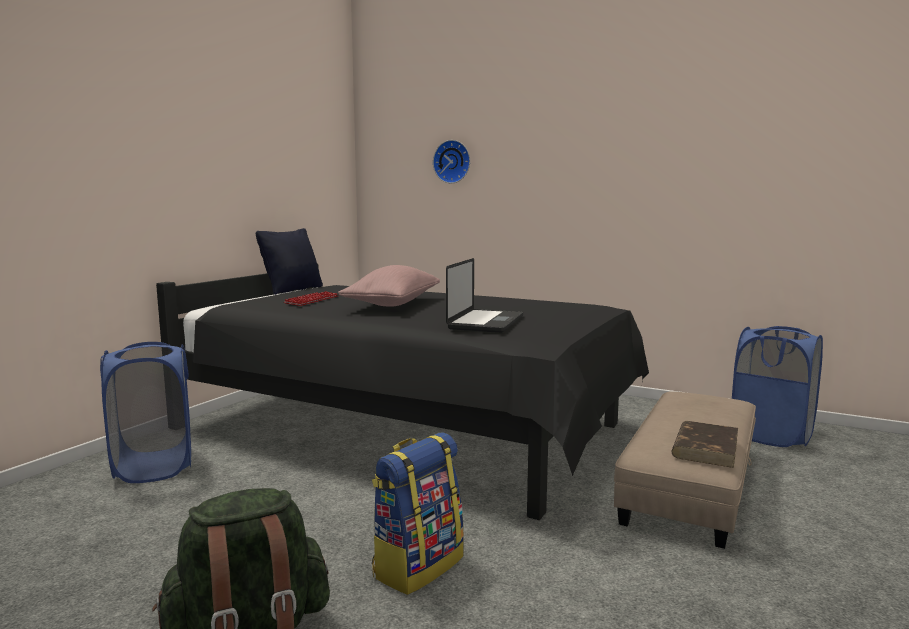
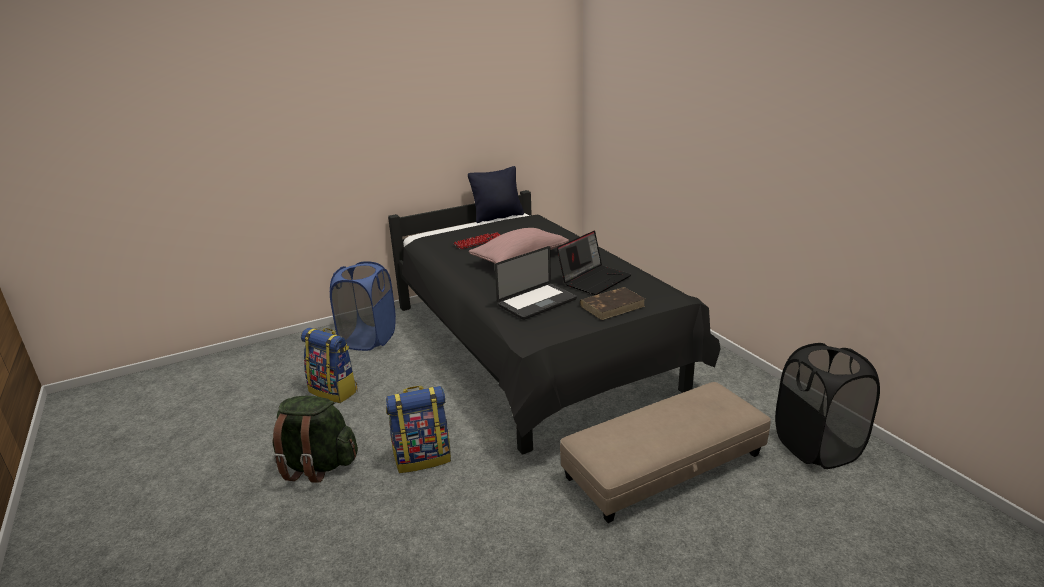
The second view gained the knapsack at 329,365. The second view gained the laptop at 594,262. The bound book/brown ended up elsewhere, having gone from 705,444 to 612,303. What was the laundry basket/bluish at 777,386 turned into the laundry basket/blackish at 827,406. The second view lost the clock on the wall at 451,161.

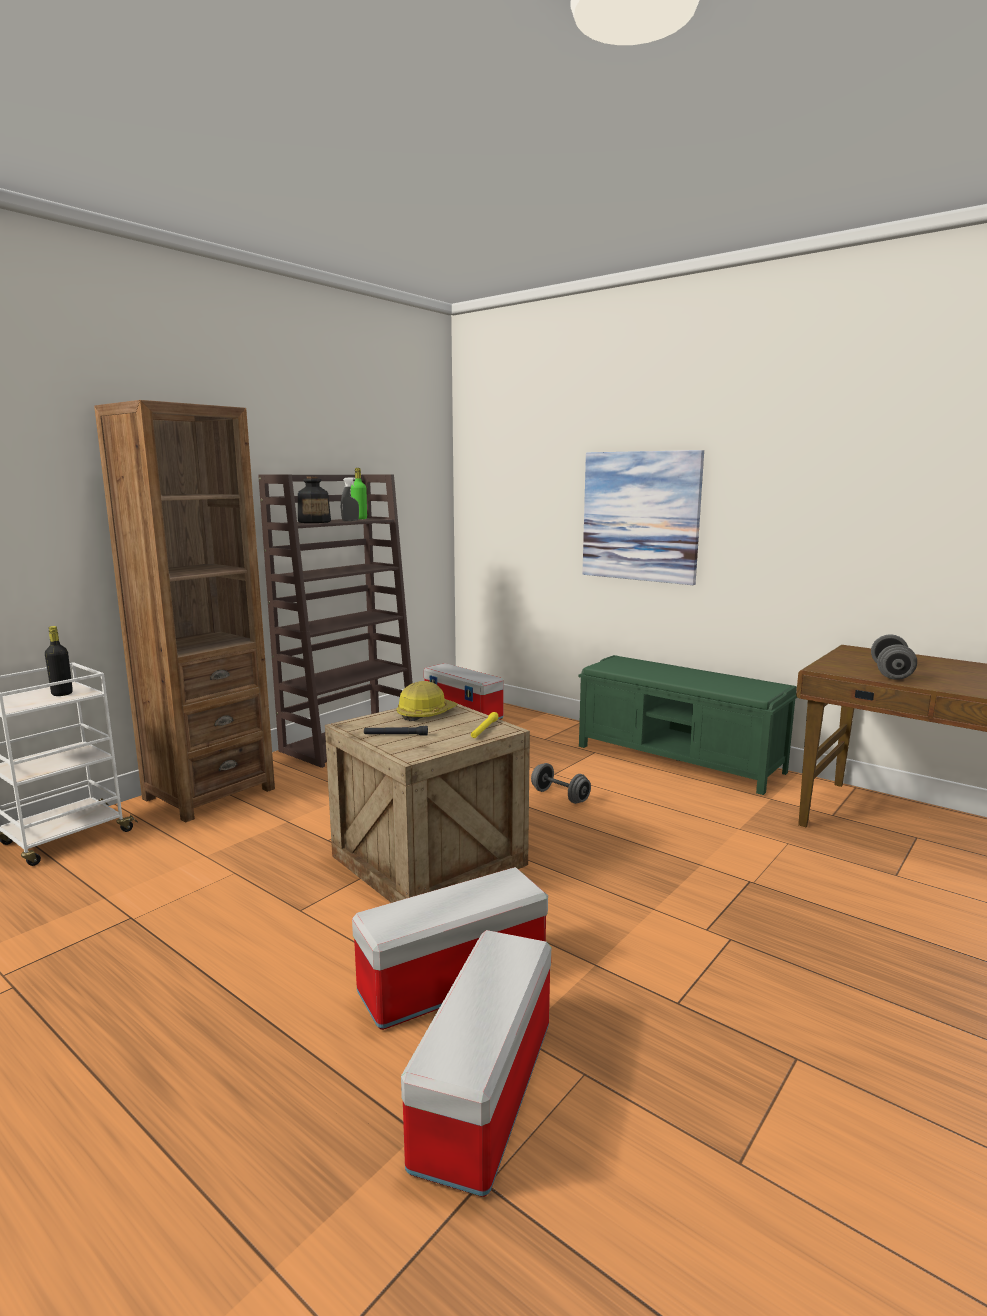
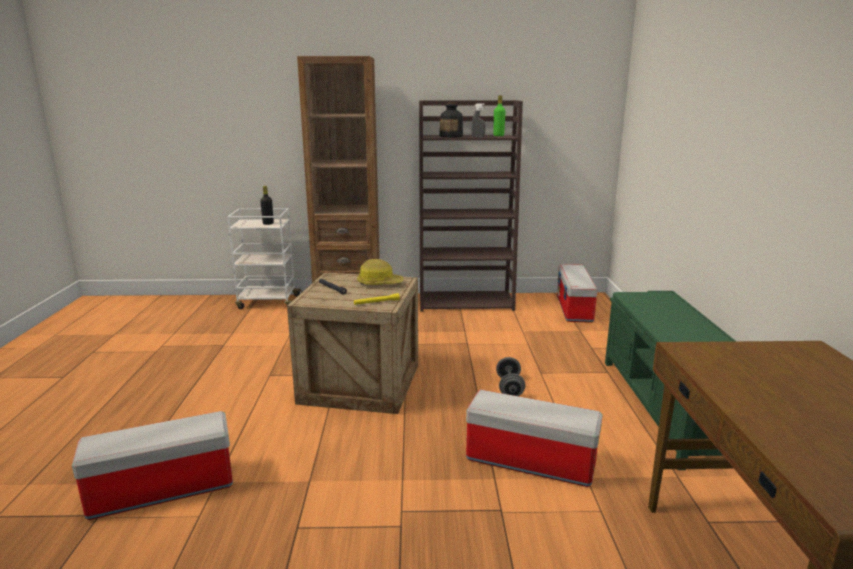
The storage bin ended up elsewhere, having gone from 450,948 to 534,438. The second view lost the picture at 643,517. The second view lost the hand weight/gray at 894,657.

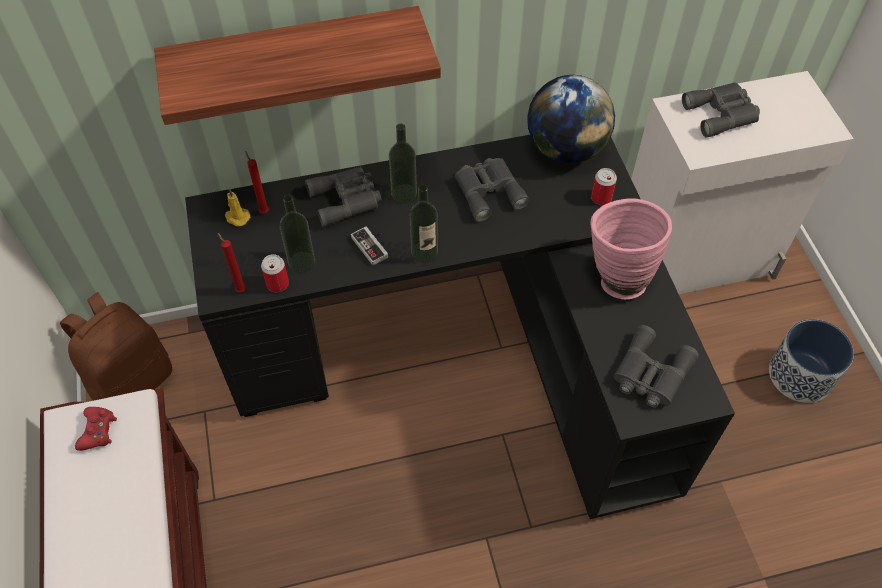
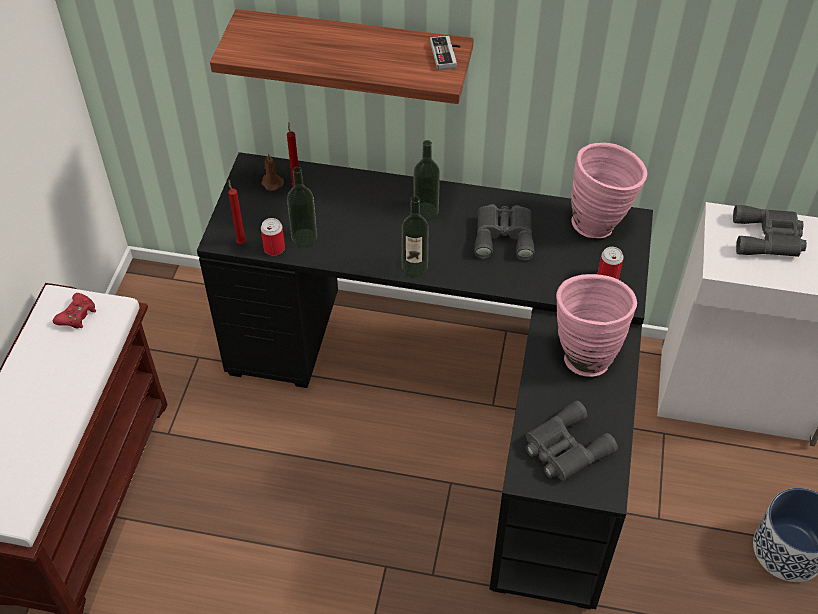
What was the wax candle/yellowish at 238,208 turned into the wax candle/brown at 272,172. The gamepad ended up elsewhere, having gone from 369,245 to 445,53. Where the globe stood at 571,119, the flower vase/pink came to stand at 609,190. The second view lost the knapsack/brown at 116,346. The second view lost the binoculars/gray at 343,196.

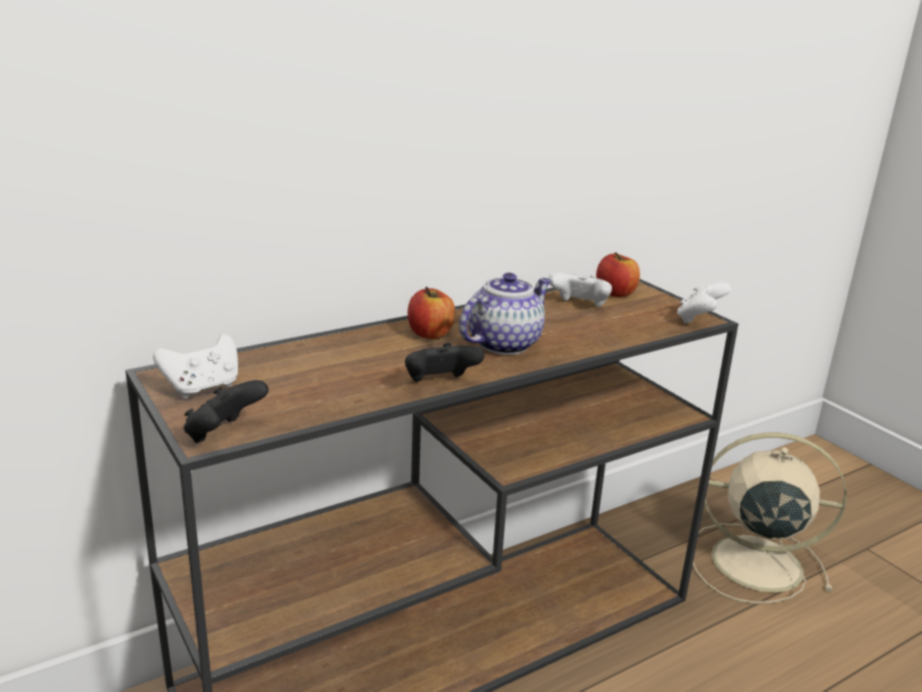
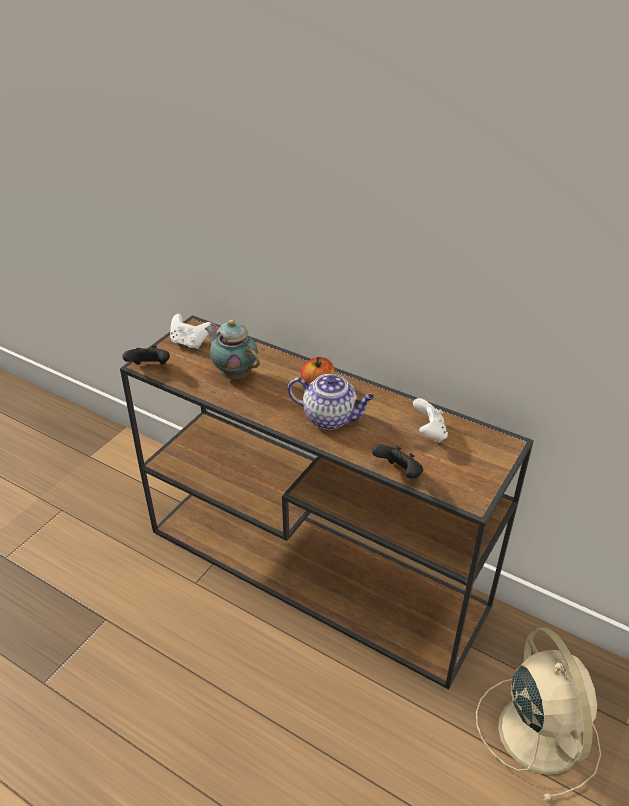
The second view gained the tea pot at 232,349. The gamepad/blackish ended up elsewhere, having gone from 444,362 to 397,461. The second view lost the apple fruit at 618,274. The second view lost the gamepad/whitish at 704,303.

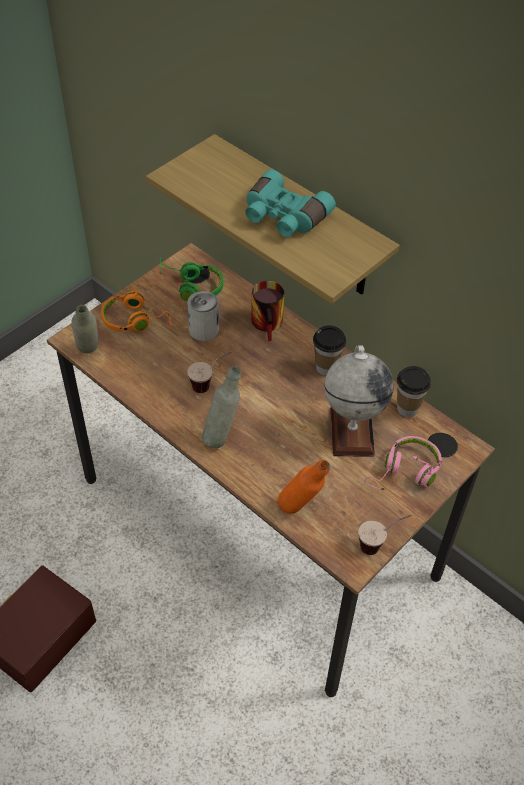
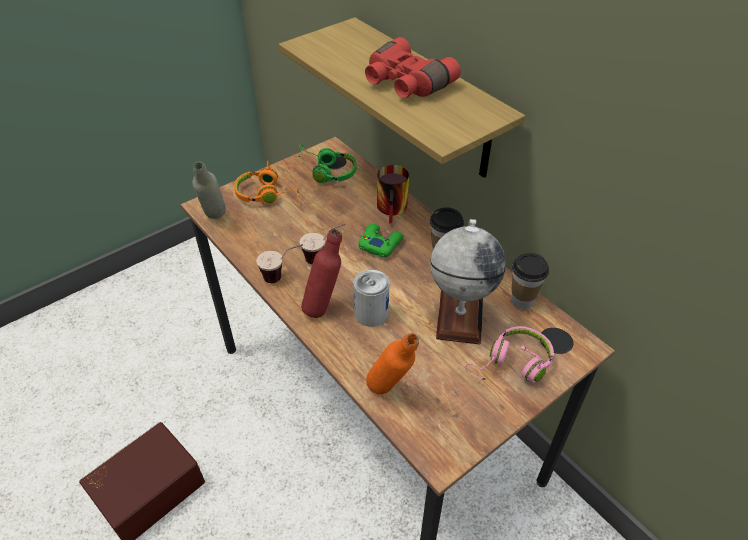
The cup ended up elsewhere, having gone from 385,535 to 279,263. What was the beverage bottle/gray at 221,407 turned into the beverage bottle/red-coloured at 321,273. The sealed can ended up elsewhere, having gone from 203,316 to 371,298. The second view gained the gamepad/green at 380,240. What was the binoculars/blue-green at 290,203 turned into the binoculars/red-coloured at 413,67.

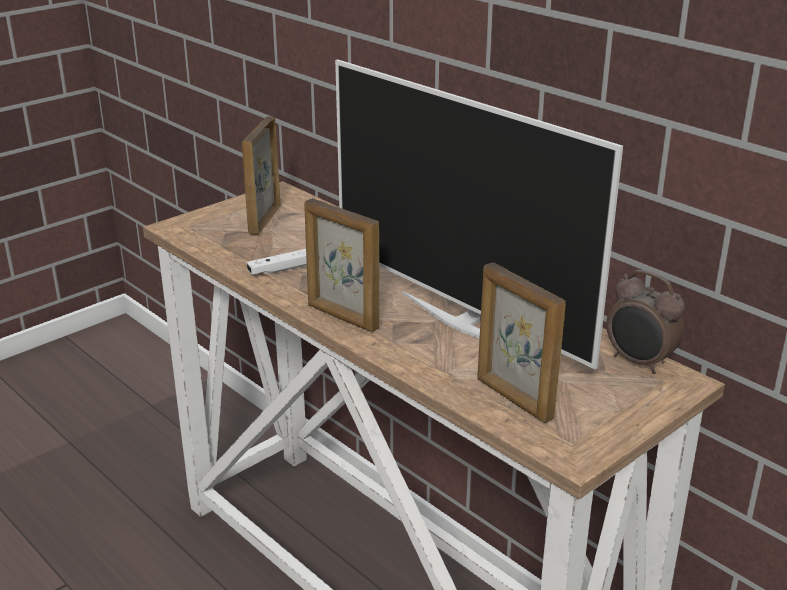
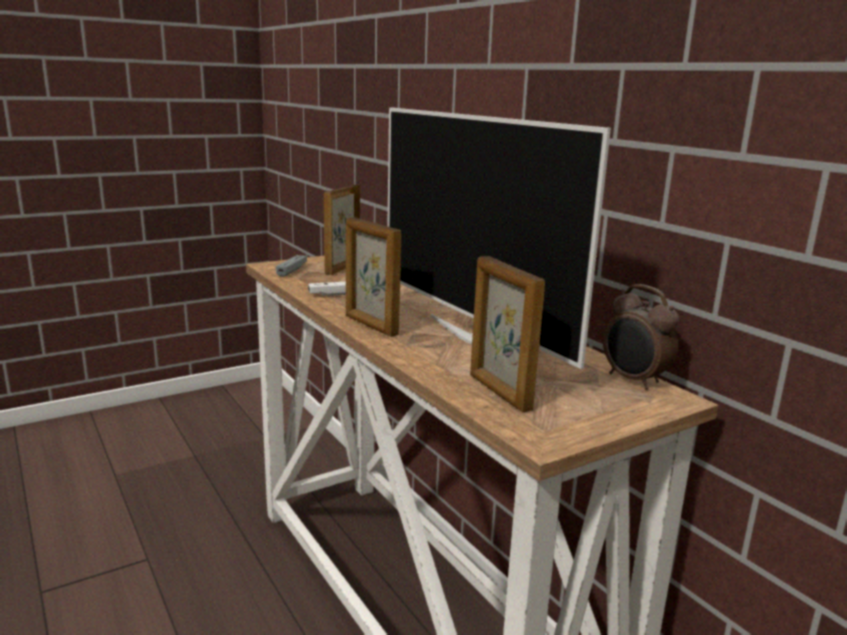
The second view gained the gamepad/gray at 291,266.

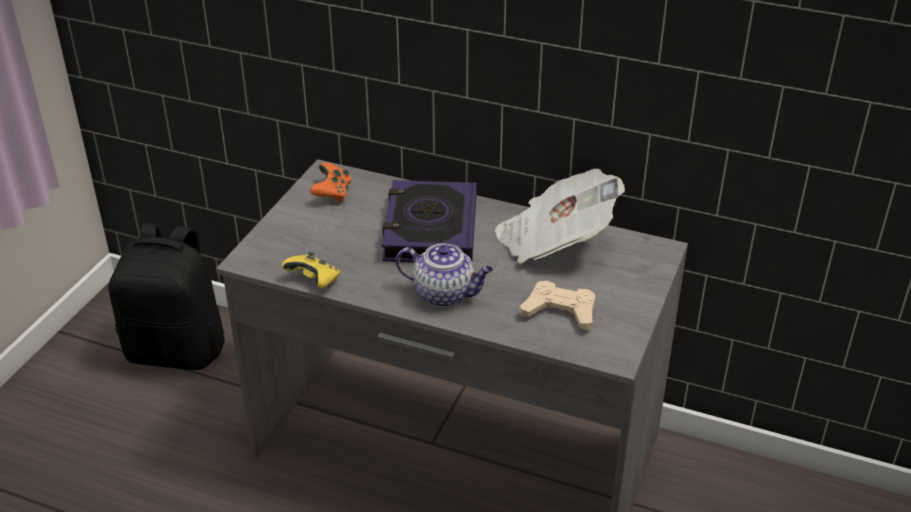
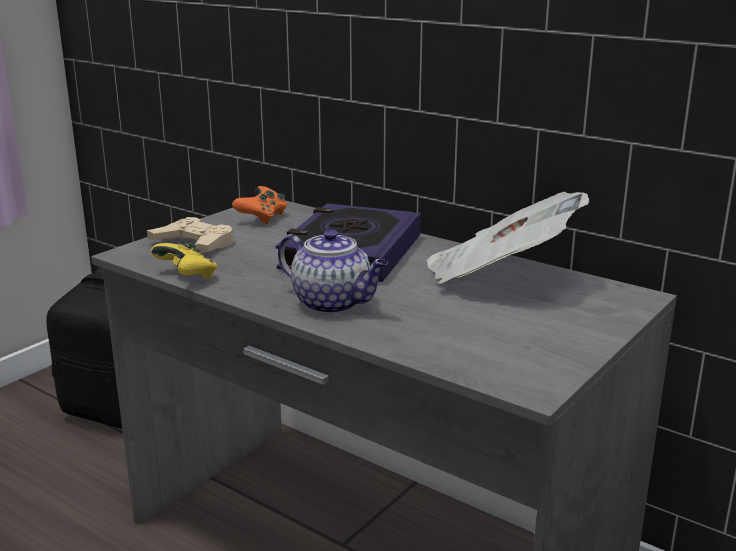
The gamepad/beige ended up elsewhere, having gone from 557,305 to 190,235.

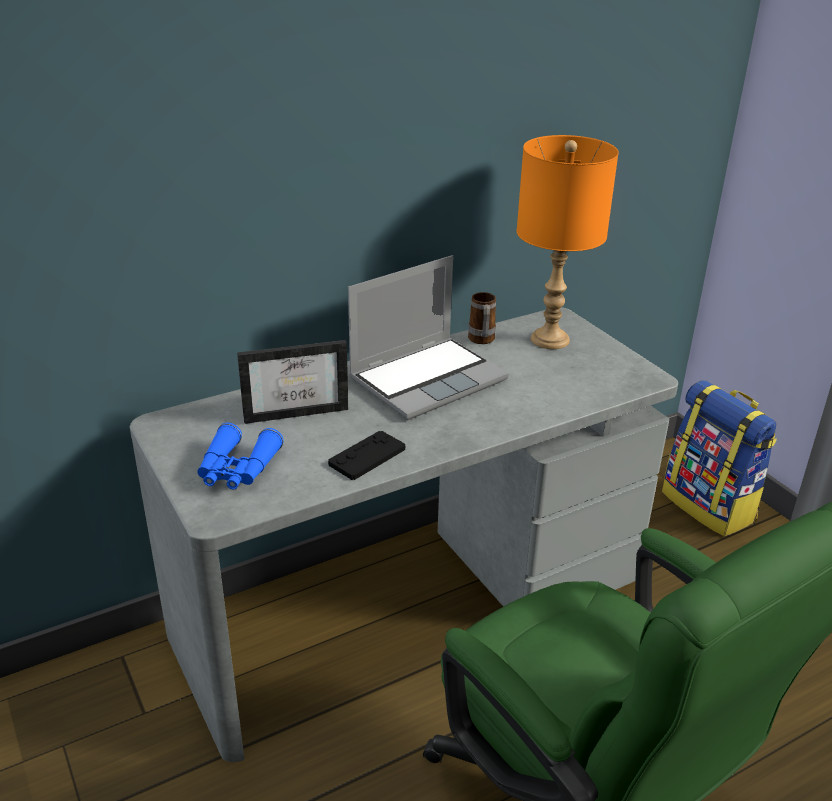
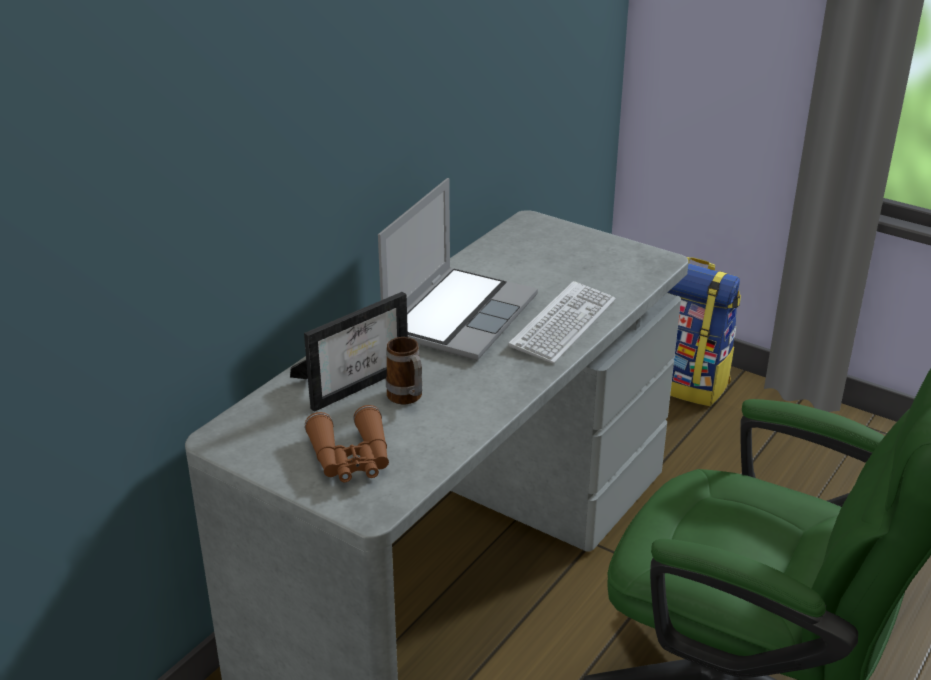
What was the binoculars/bluish at 240,456 turned into the binoculars/brown at 347,443. The tea mug ended up elsewhere, having gone from 482,318 to 404,370. The second view gained the keyboard at 562,322. The second view lost the gamepad/blackish at 366,455. The second view lost the lamp for a table/orange at 568,242.

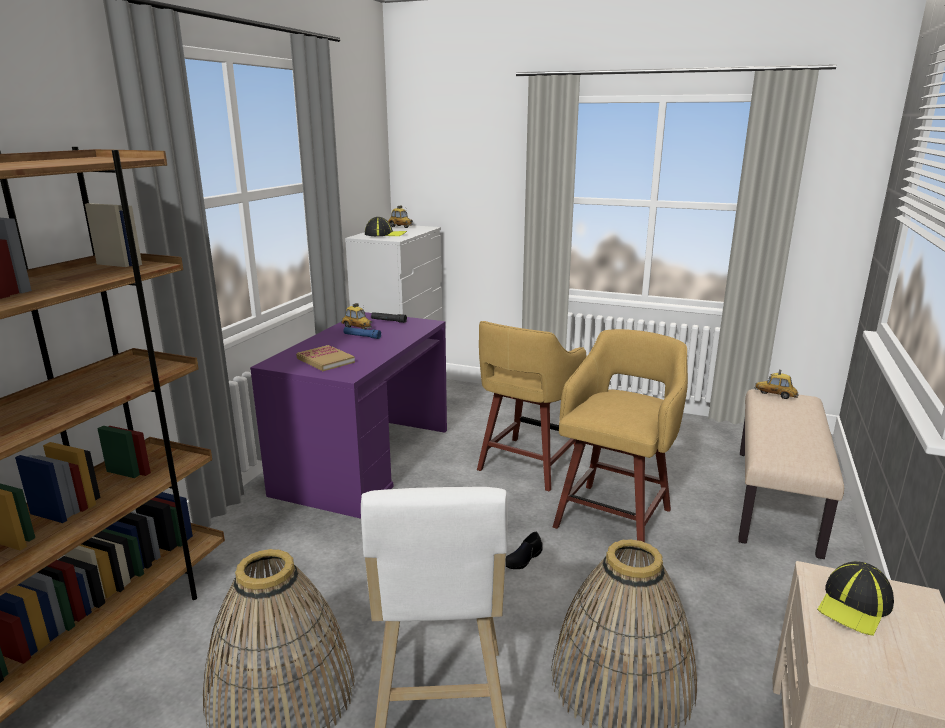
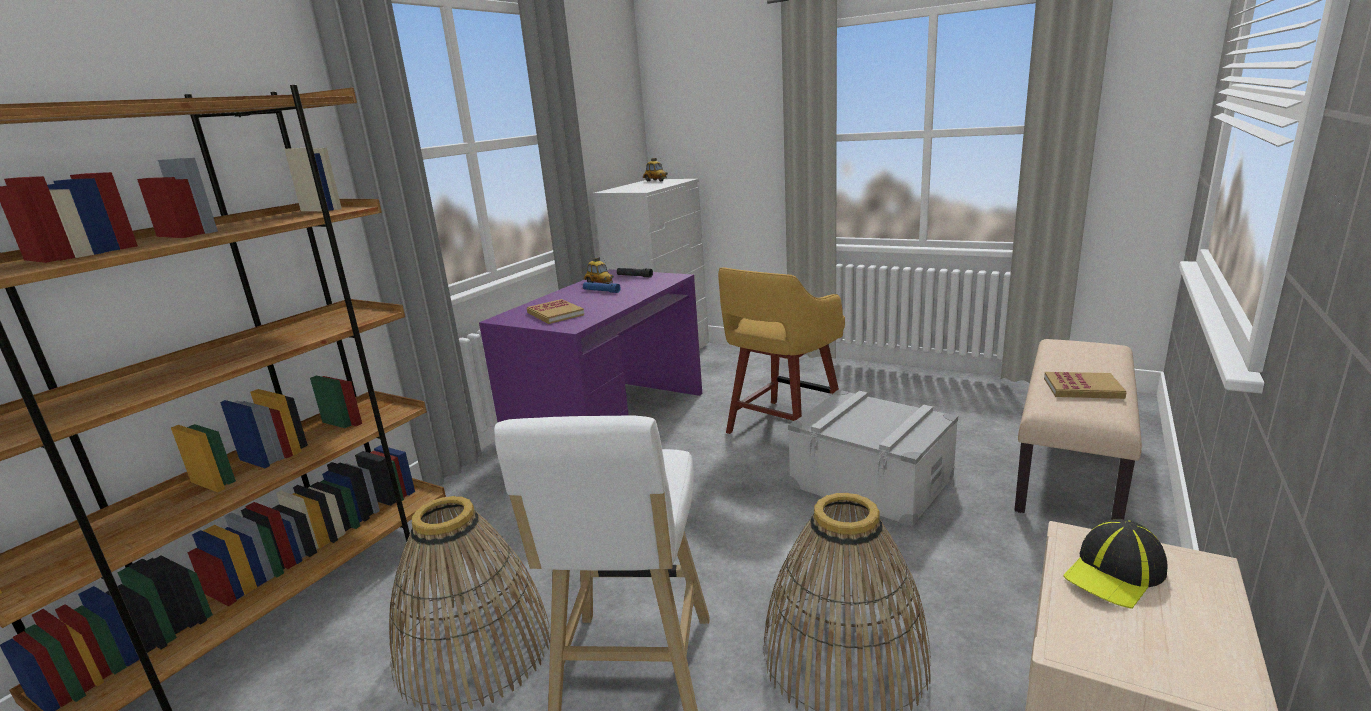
Where the stool seat/yellowish stood at 620,435, the storage bin/gray came to stand at 873,458. The second view gained the bound book at 1085,385. The second view lost the baseball cap at 386,226. The second view lost the item of footwear/blackish at 524,550. The second view lost the toy car at 776,384.

